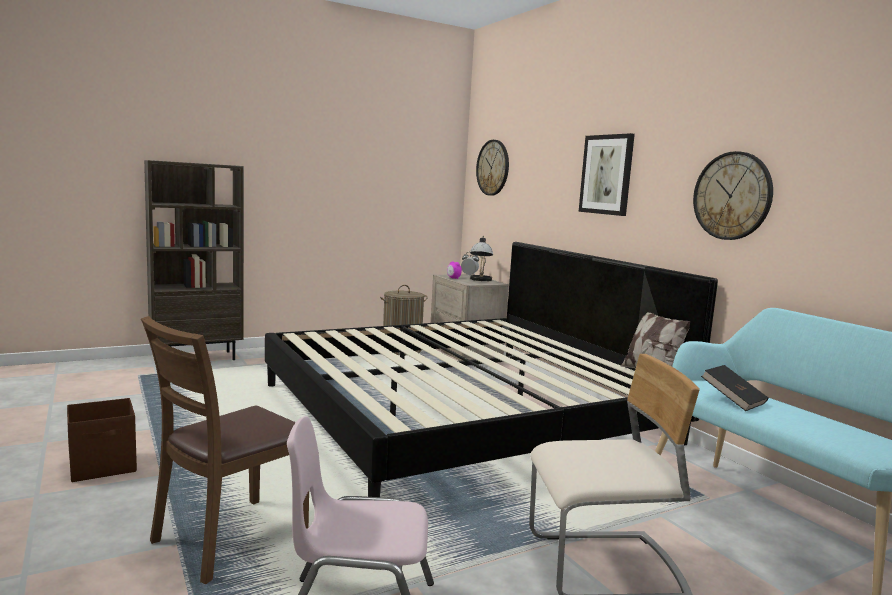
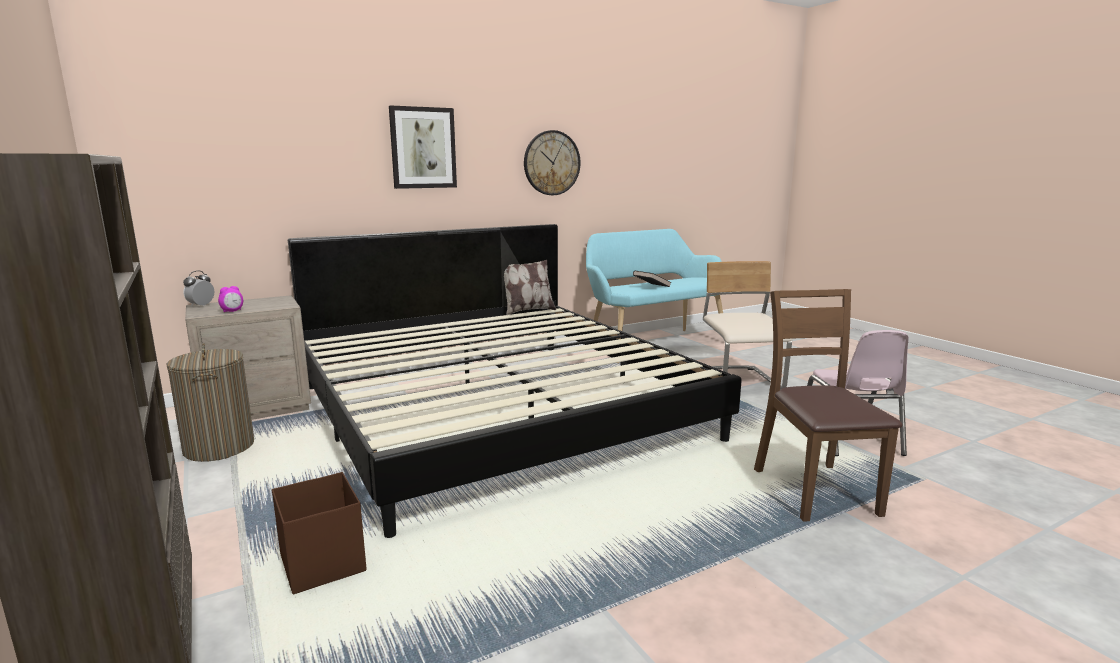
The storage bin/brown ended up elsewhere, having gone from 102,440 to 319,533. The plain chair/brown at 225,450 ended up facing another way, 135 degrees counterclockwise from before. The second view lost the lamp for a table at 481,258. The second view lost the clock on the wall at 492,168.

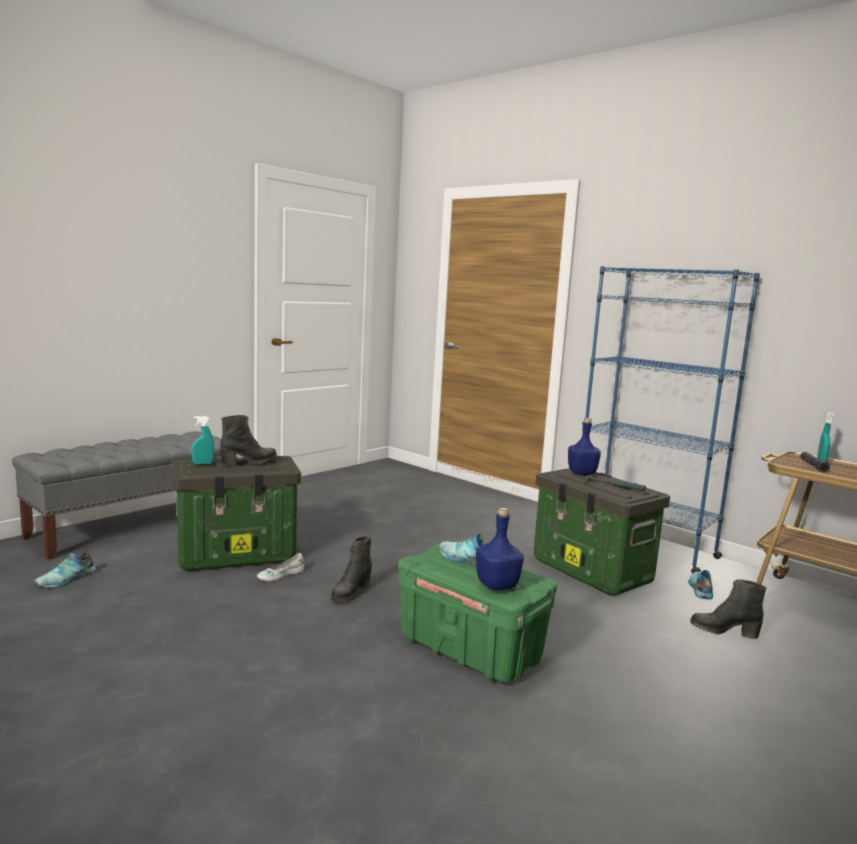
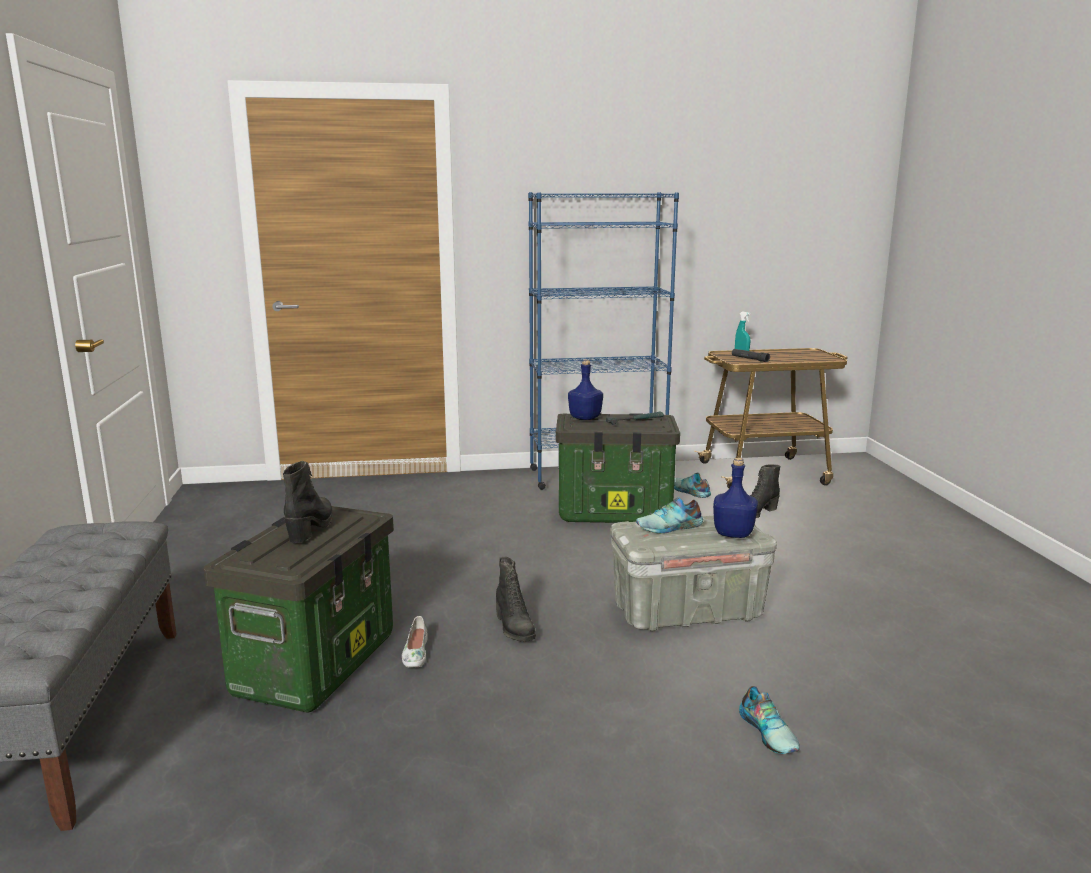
What was the storage bin/green at 477,613 turned into the storage bin/gray at 693,574. The item of footwear ended up elsewhere, having gone from 65,570 to 769,720. The second view lost the spray bottle/blue-green at 202,440.

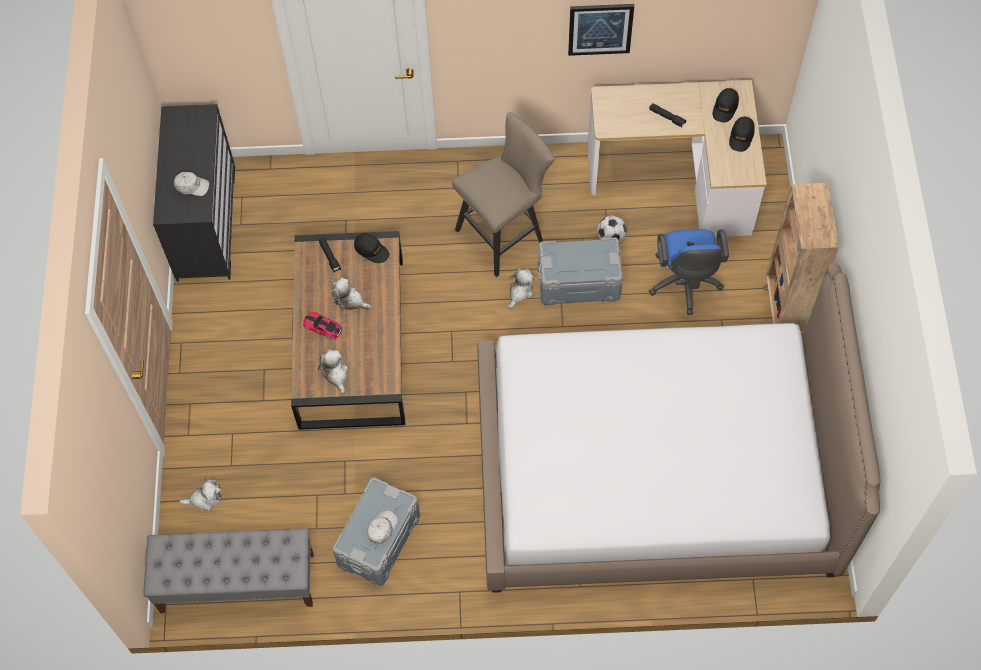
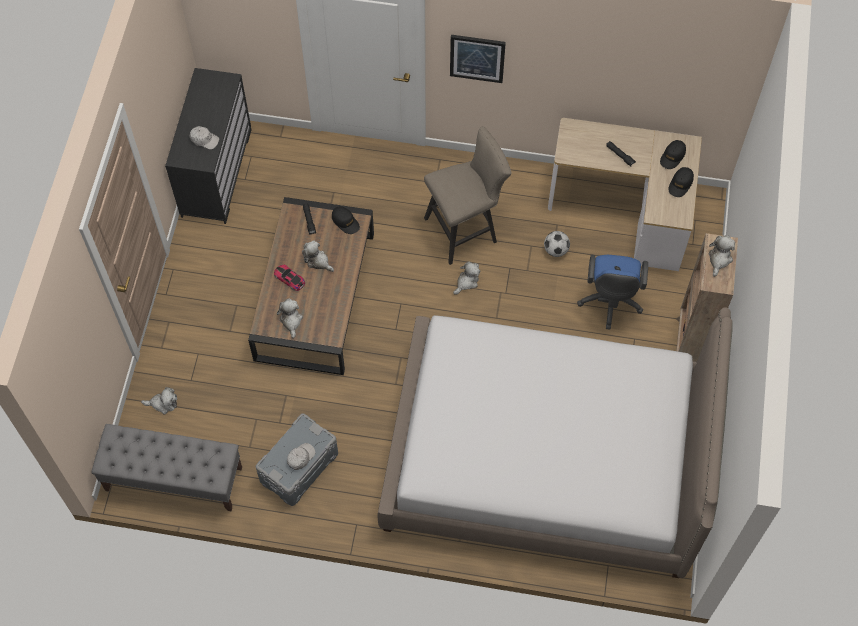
The picture ended up elsewhere, having gone from 601,30 to 478,59. The second view gained the cuddly toy at 722,256. The second view lost the storage bin/gray at 580,271.

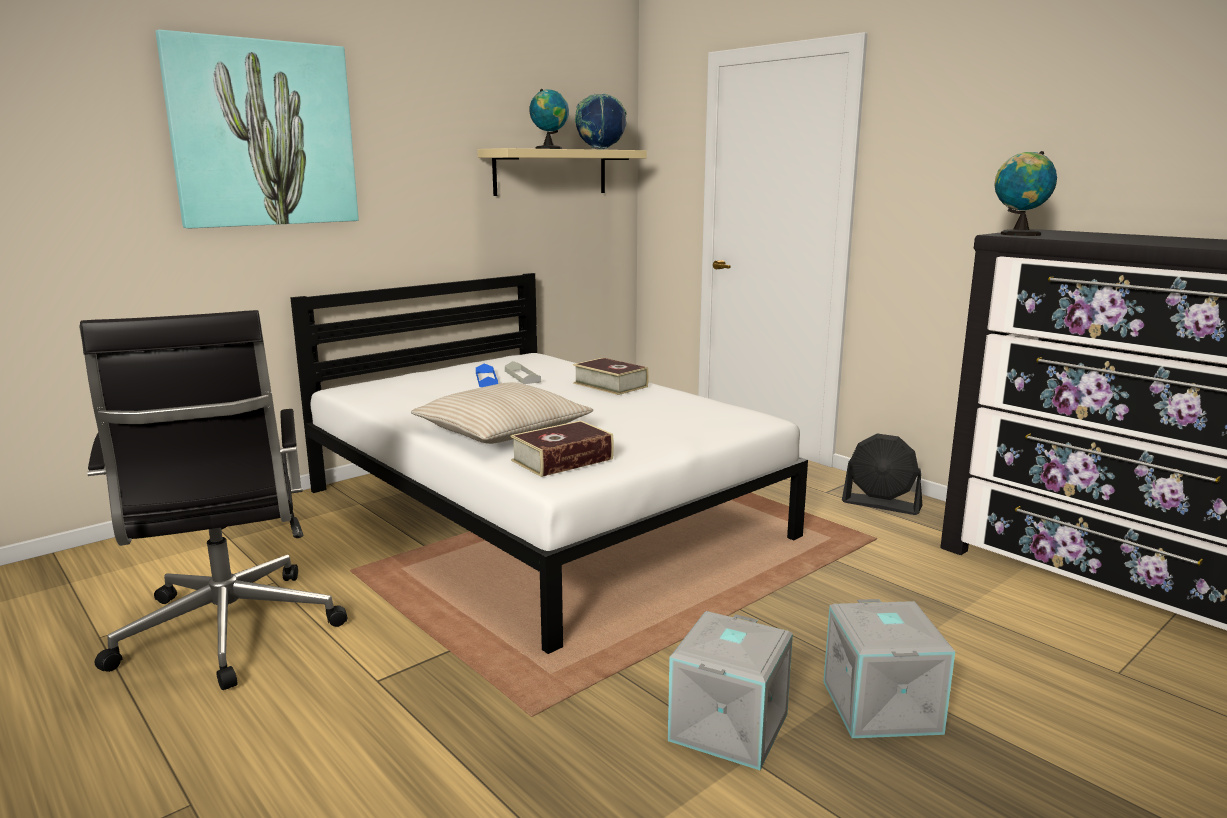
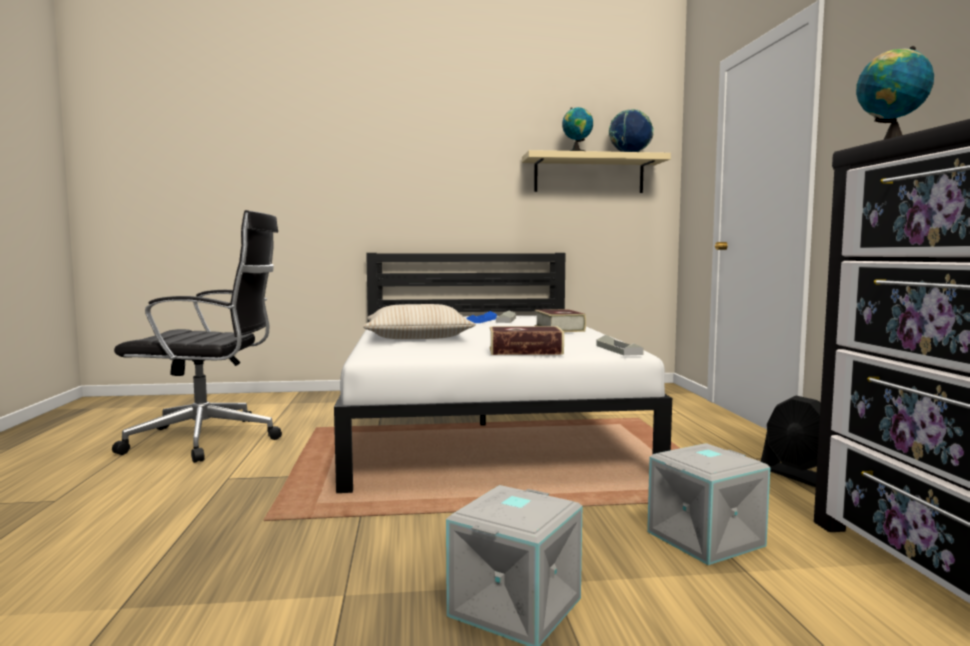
The computer chair/blackish at 213,500 ended up facing another way, 105 degrees counterclockwise from before. The bound book ended up elsewhere, having gone from 562,449 to 527,340. The second view gained the serving tray/gray at 620,345. The storage bin/gray ended up elsewhere, having gone from 730,690 to 708,504. The second view lost the picture at 257,129.

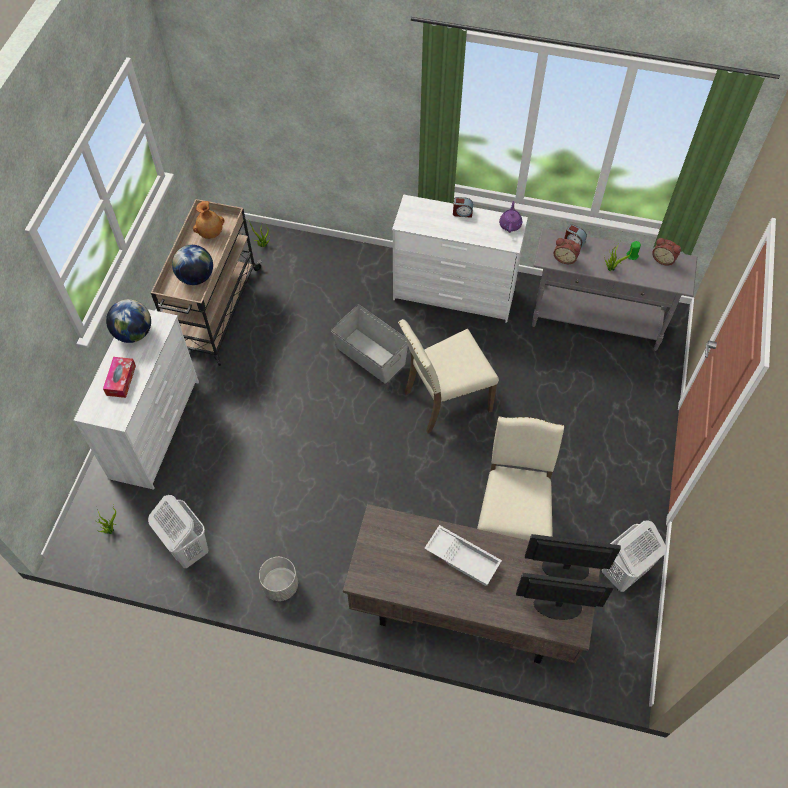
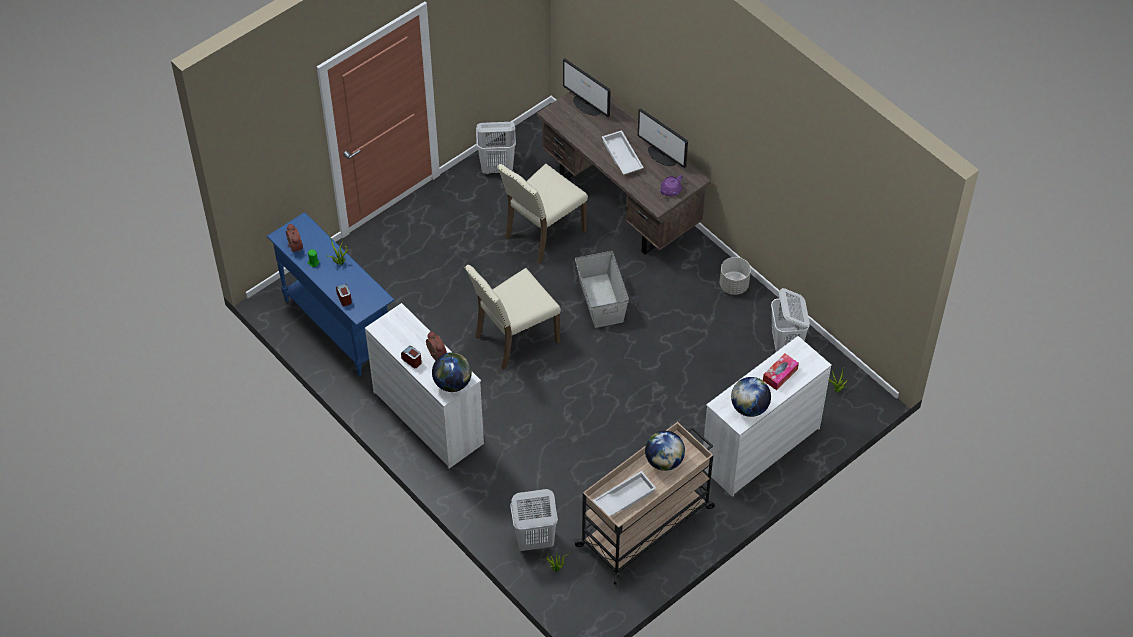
What was the narrow table/gray at 614,289 turned into the narrow table/bluish at 330,294. The alarm clock ended up elsewhere, having gone from 567,251 to 436,345. The second view gained the globe at 452,372. The plain chair/beige at 448,376 ended up facing another way, 135 degrees clockwise from before. The second view gained the laundry basket/whitish at 534,520. The storage bin/gray ended up elsewhere, having gone from 369,344 to 602,289. Where the flower vase/brown stood at 209,220, the serving tray/whitish came to stand at 624,494. The computer display ended up elsewhere, having gone from 573,557 to 663,138. The tea pot/purple-coloured ended up elsewhere, having gone from 510,217 to 670,185.

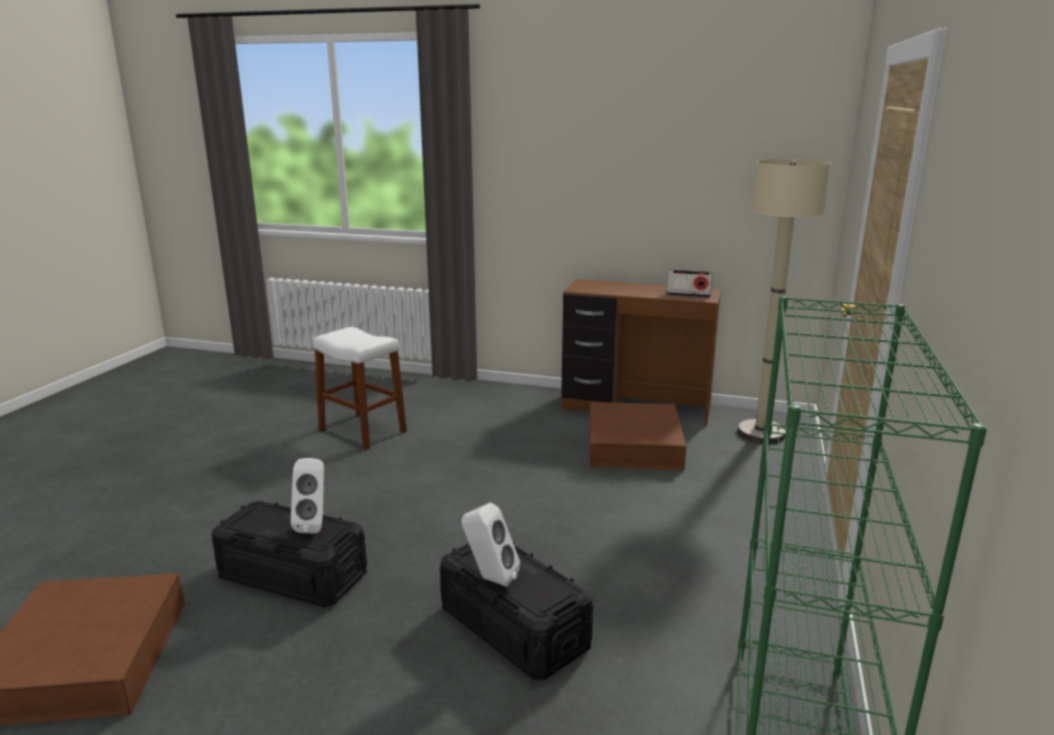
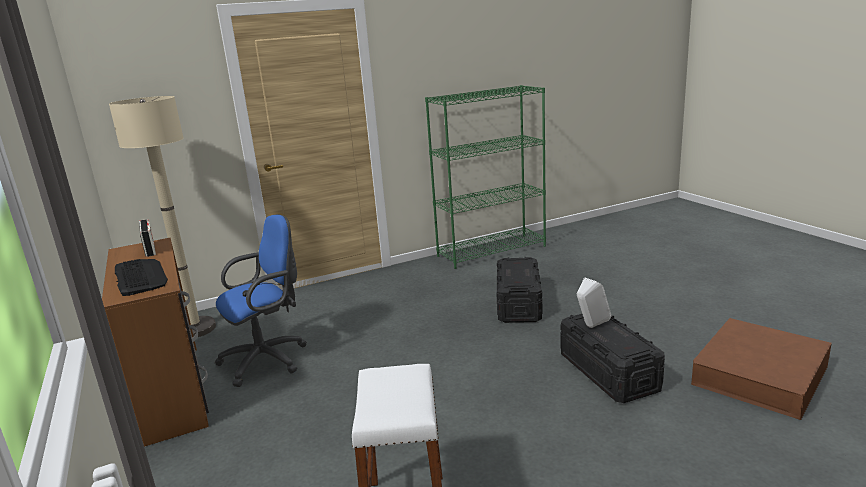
The second view gained the keyboard at 141,277. Where the storage bin/brown stood at 638,436, the computer chair/bluish came to stand at 261,301. The second view lost the audio speaker/whitish at 491,545.

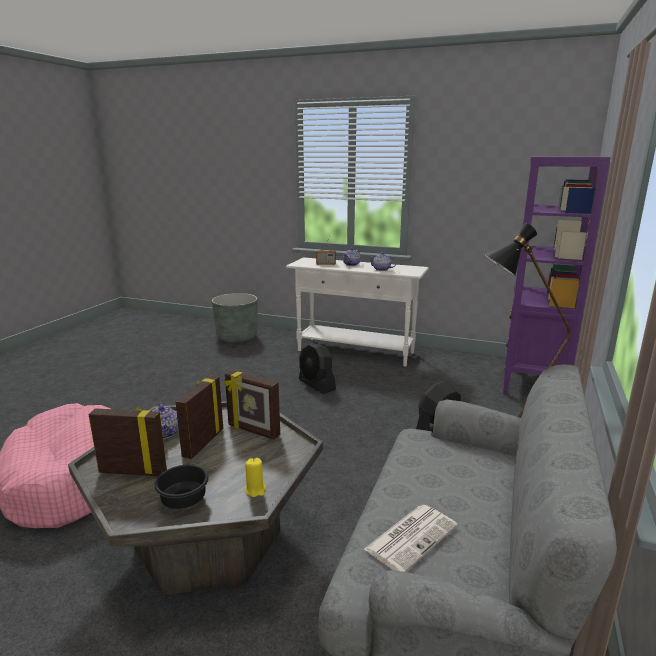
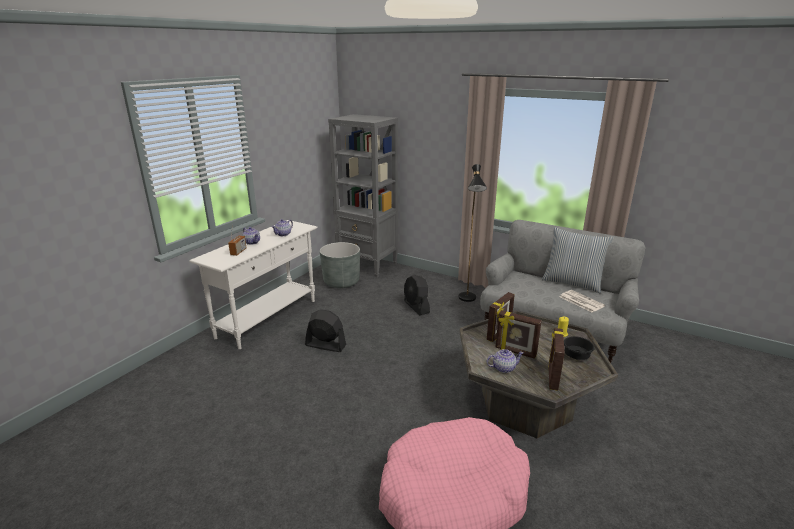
The electric fan/blackish at 317,368 ended up facing another way, 135 degrees counterclockwise from before. The plant pot/gray ended up elsewhere, having gone from 234,318 to 340,265. What was the bookshelf/purple-coloured at 557,275 turned into the bookshelf/gray at 363,195. The second view gained the cushion at 578,260.

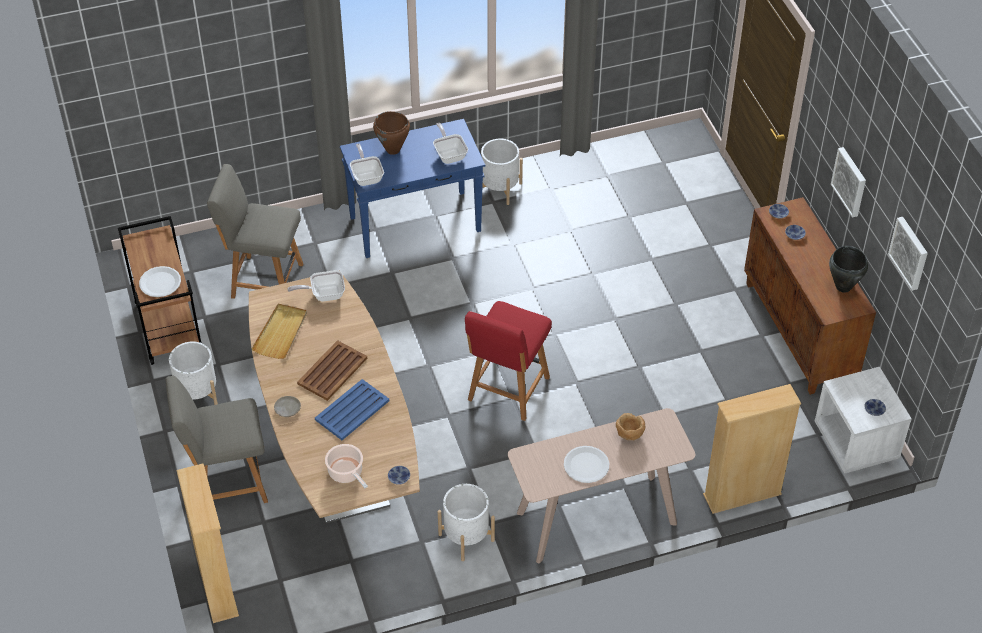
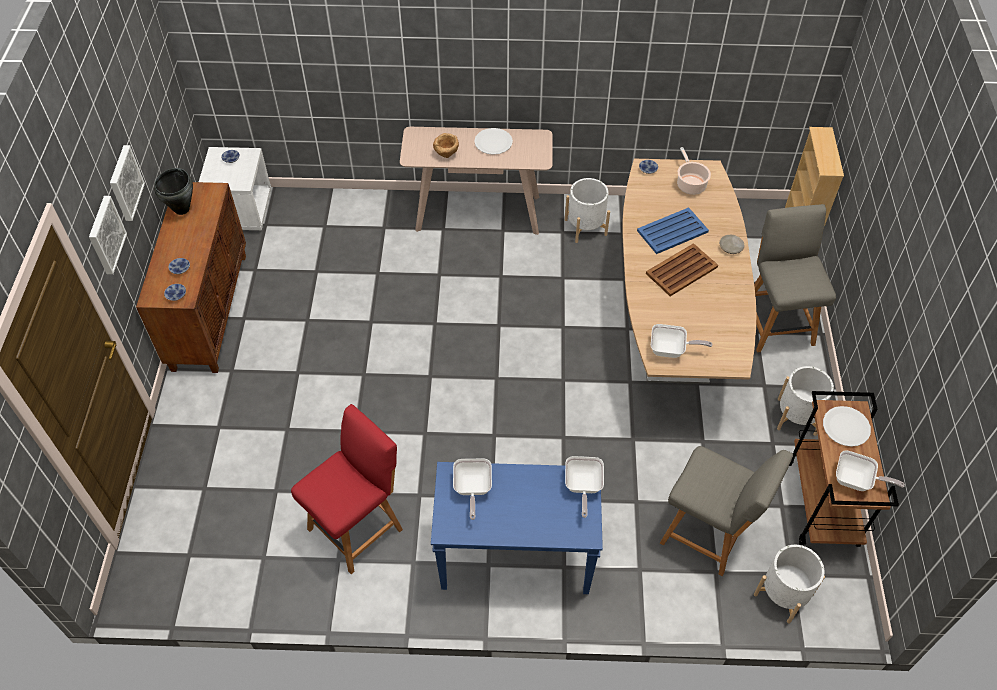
The picture ended up elsewhere, having gone from 908,254 to 108,235. The plain chair/red-coloured ended up elsewhere, having gone from 508,361 to 347,489. The plain chair/gray at 217,439 ended up facing another way, 105 degrees counterclockwise from before. The plant pot/whitish ended up elsewhere, having gone from 502,172 to 789,584. The second view gained the frying pan at 870,470. The second view lost the serving tray/beige at 279,331. The second view lost the saucepot/brown at 391,133. The second view lost the bookshelf/beige at 752,449.

